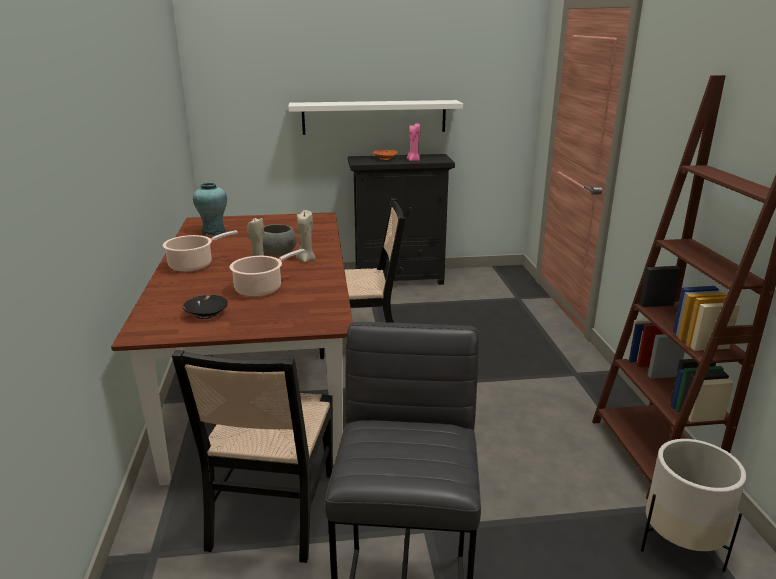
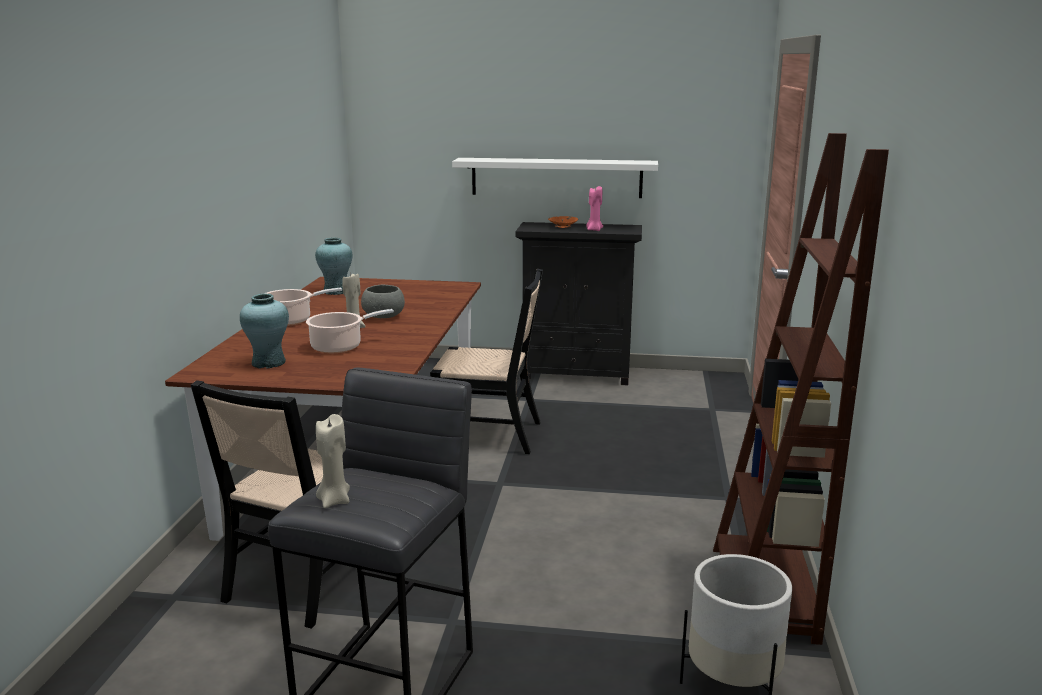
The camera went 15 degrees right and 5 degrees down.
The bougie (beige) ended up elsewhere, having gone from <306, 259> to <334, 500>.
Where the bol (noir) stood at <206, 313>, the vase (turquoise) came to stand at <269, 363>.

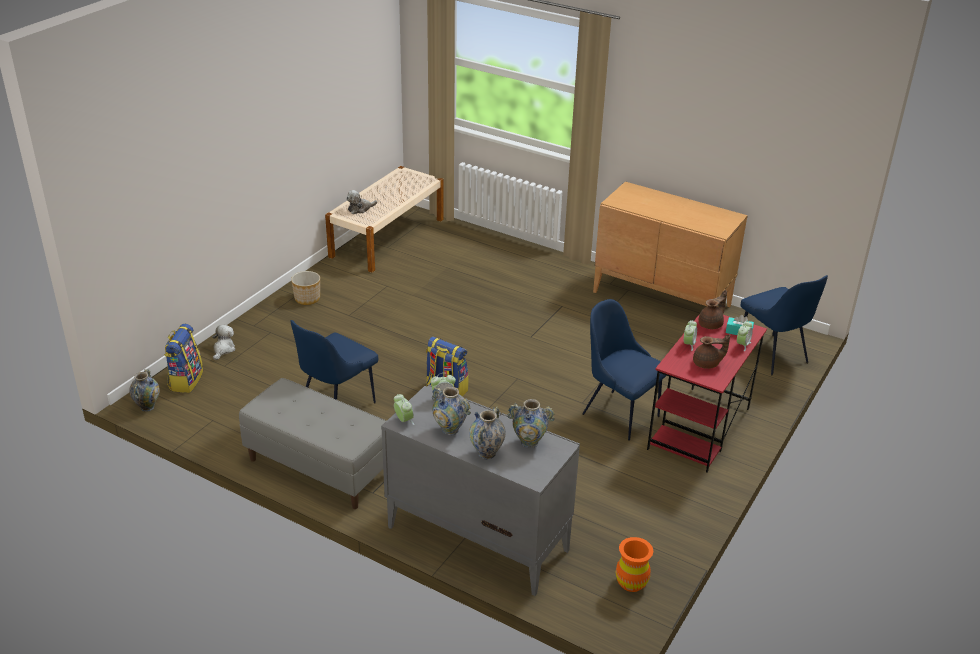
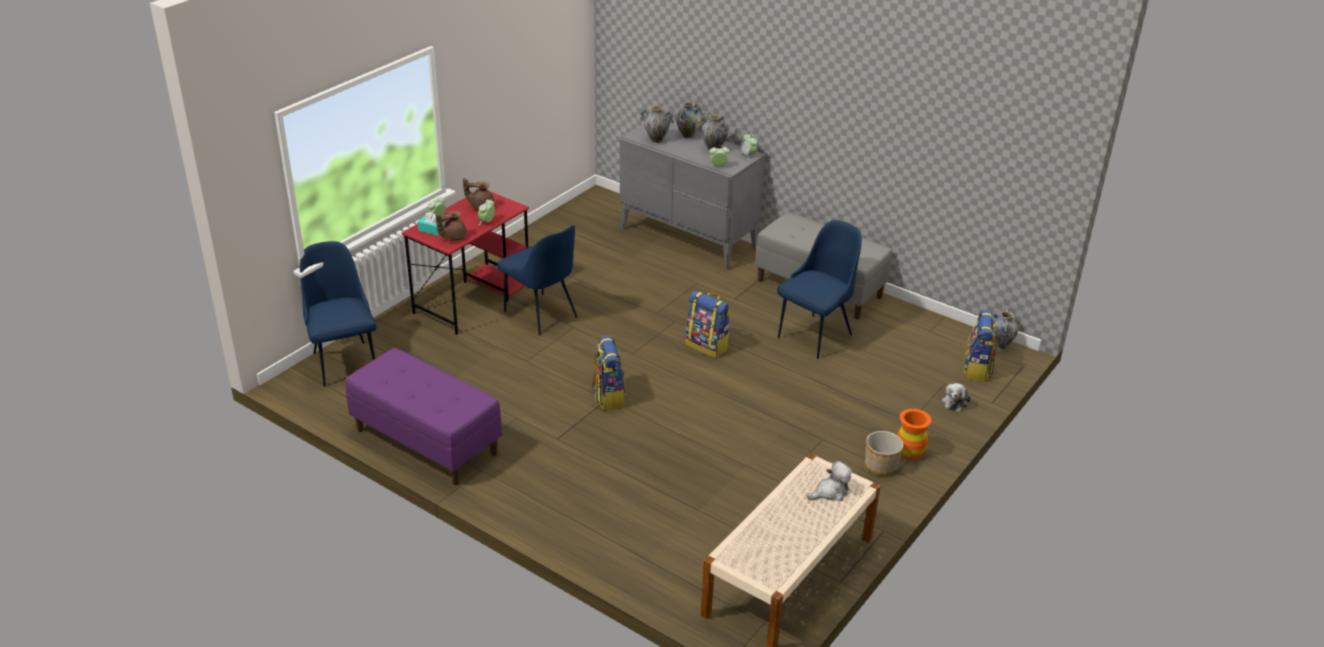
The camera went 175 degrees left and 0 degrees up.
The second view gained the sac à dos at <608, 396>.
The vase (orange) ended up elsewhere, having gone from <631, 582> to <909, 452>.
Where the meuble de rangement (marron) stood at <661, 299>, the banc (violet) came to stand at <425, 442>.

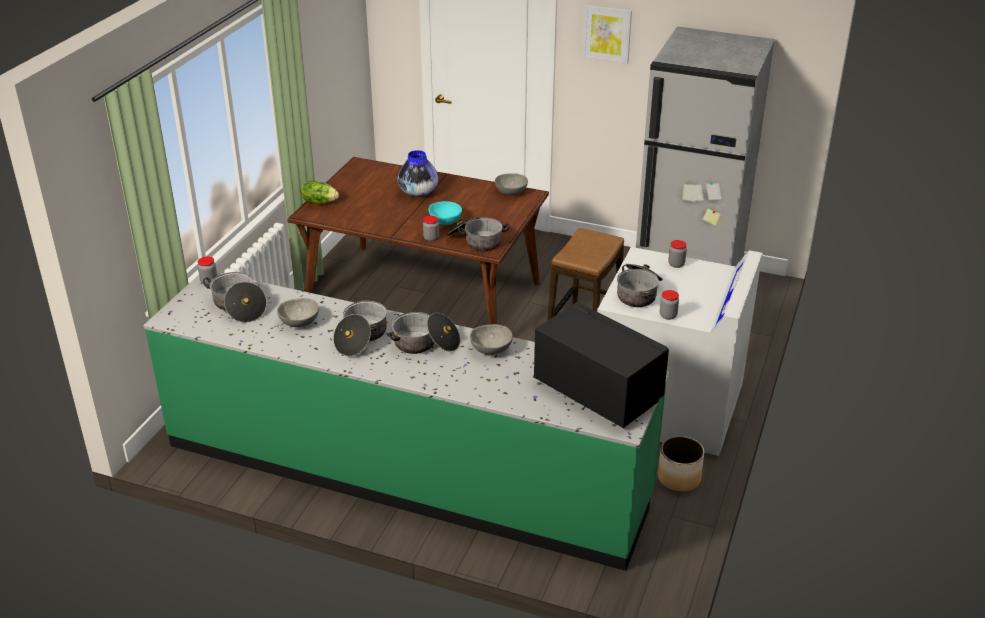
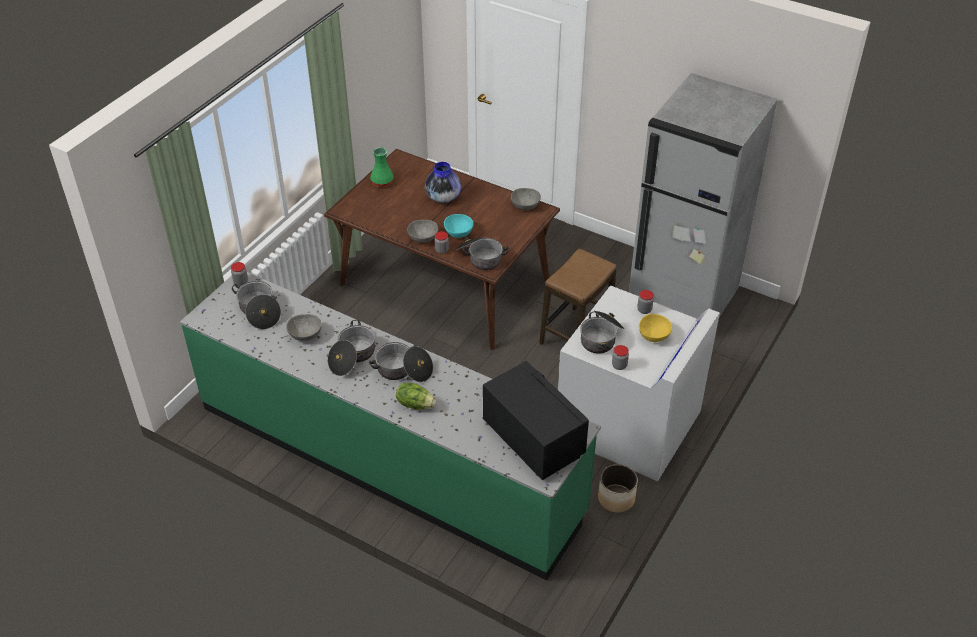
The camera went 10 degrees right and 10 degrees up.
The second view lost the tableau at <607, 33>.
The second view gained the vase (vert) at <382, 182>.
The second view gained the bol (jaune) at <653, 336>.
The laitue ended up elsewhere, having gone from <319, 202> to <415, 404>.
The bol (gris) ended up elsewhere, having gone from <490, 350> to <422, 238>.

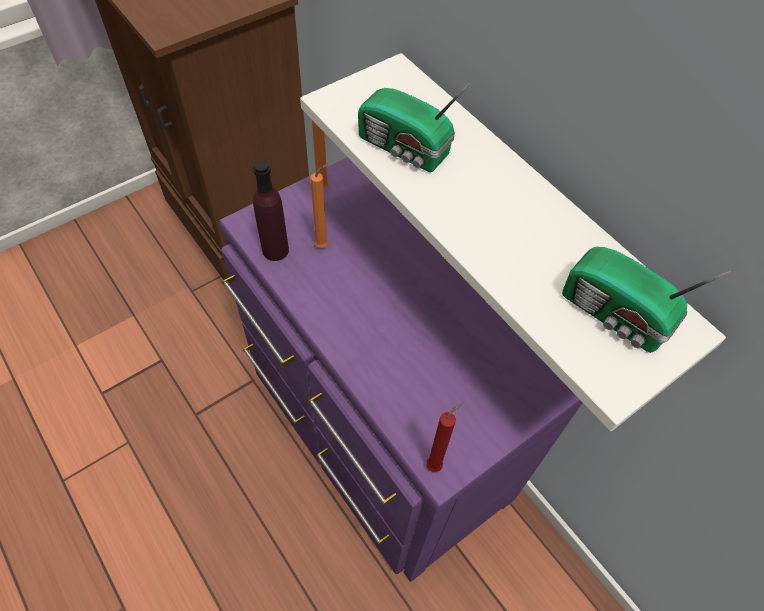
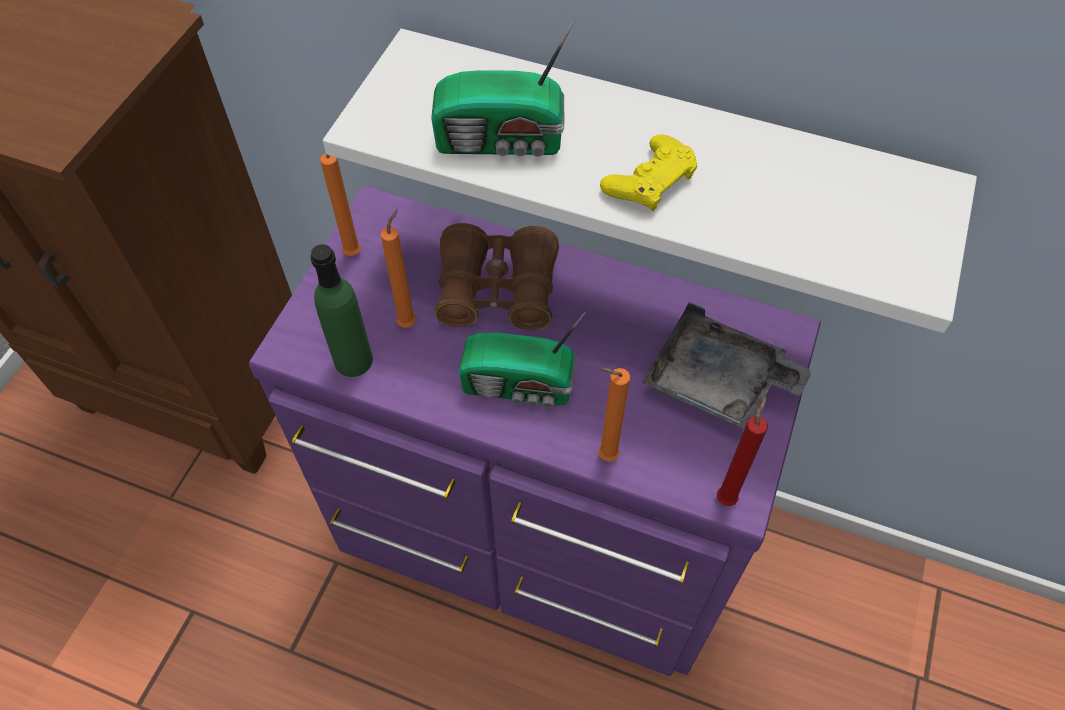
The camera went 30 degrees left and 0 degrees up.
The second view gained the jumelles (marron) at <497, 291>.
The second view gained the bougie (orange) at <604, 456>.
The second view gained the manette (jaune) at <650, 181>.
The second view gained the plateau (gris) at <718, 383>.
The radio ended up elsewhere, having gone from <616, 316> to <520, 386>.
What was the bouteille (violet) at <275, 250> turned into the bouteille (vert) at <353, 360>.

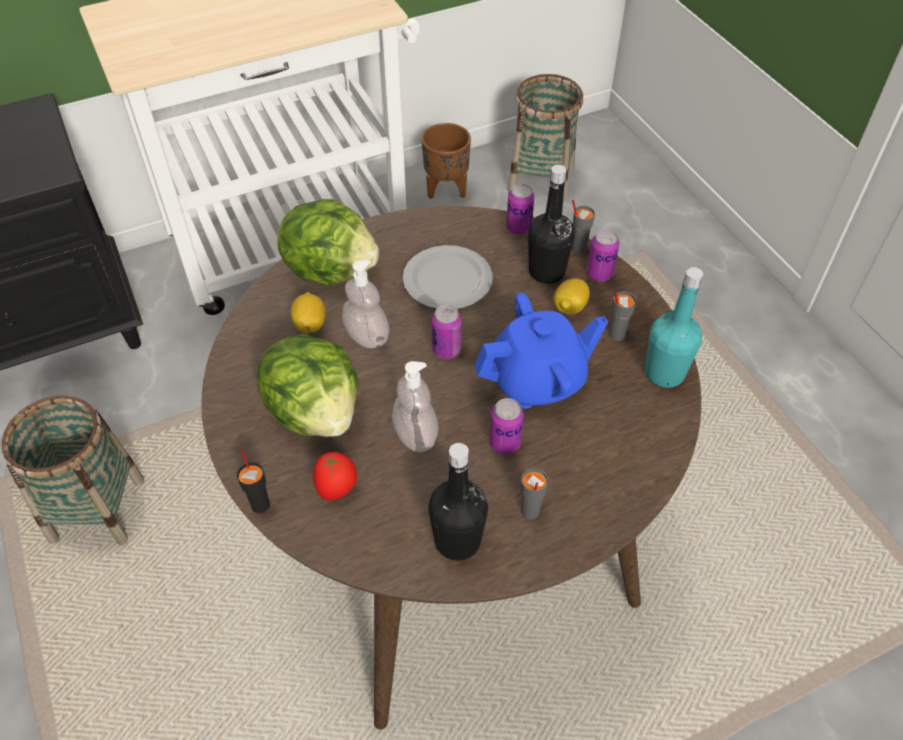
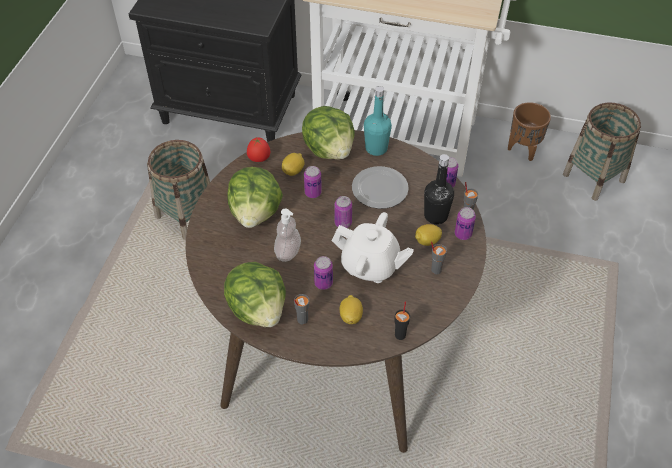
The camera went 40 degrees right and 0 degrees up.
The second view gained the citron at <351, 316>.
The tasse (noir) ended up elsewhere, having gone from <260, 504> to <400, 335>.
The tomate ended up elsewhere, having gone from <337, 489> to <259, 159>.
The bouteille (turquoise) ended up elsewhere, having gone from <664, 373> to <376, 148>.
Where the distributeur de savon stood at <367, 336>, the boîte métallique came to stand at <313, 193>.
Where the bouteille (noir) stood at <457, 541>, the laitue came to stand at <258, 309>.
What was the théière (bleu) at <538, 381> turned into the théière (blanc) at <370, 265>.

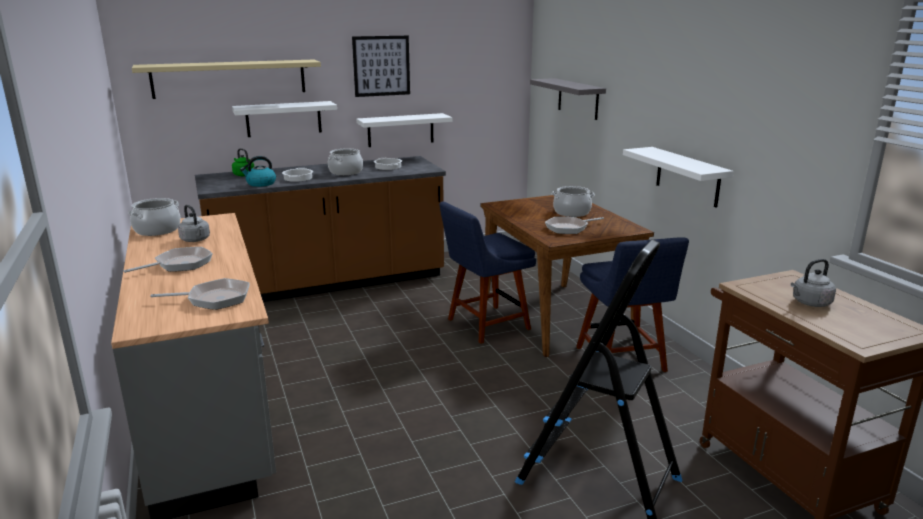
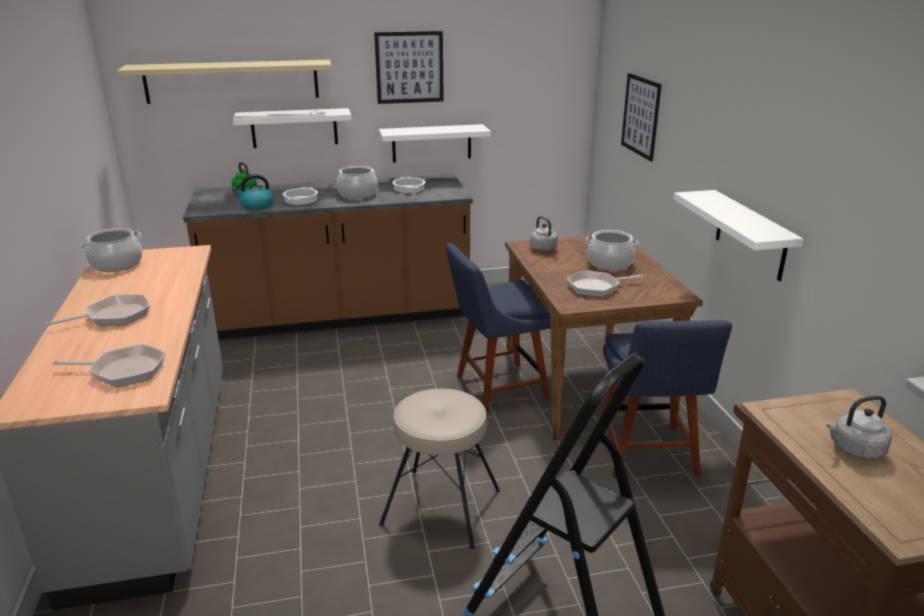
The camera went 10 degrees right and 5 degrees up.
The second view gained the tabouret (beige) at <441, 506>.
The bouilloire (gris) ended up elsewhere, having gone from <196, 240> to <544, 249>.
Where the étagère (gris) hung at <578, 98>, the tableau came to hang at <640, 116>.

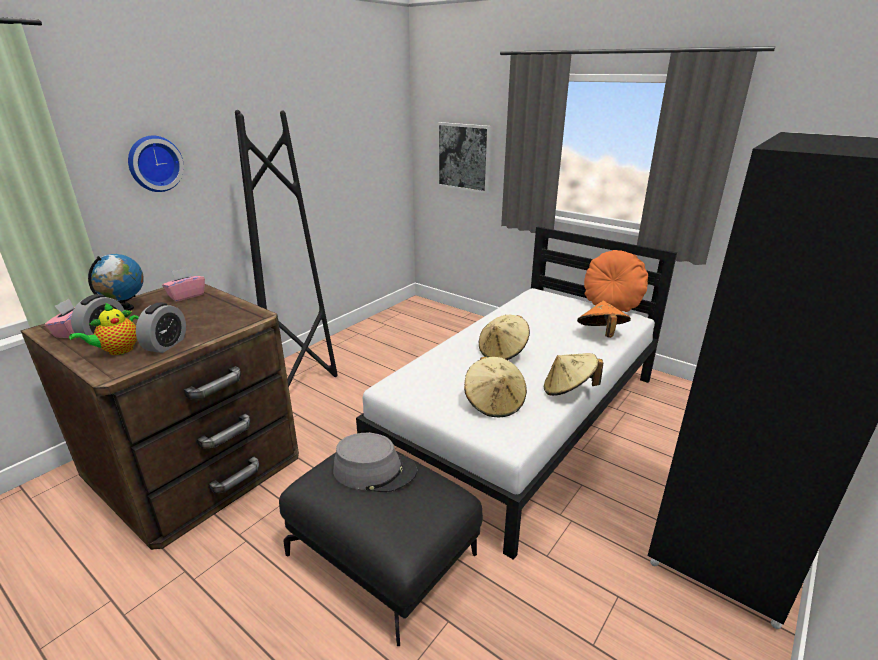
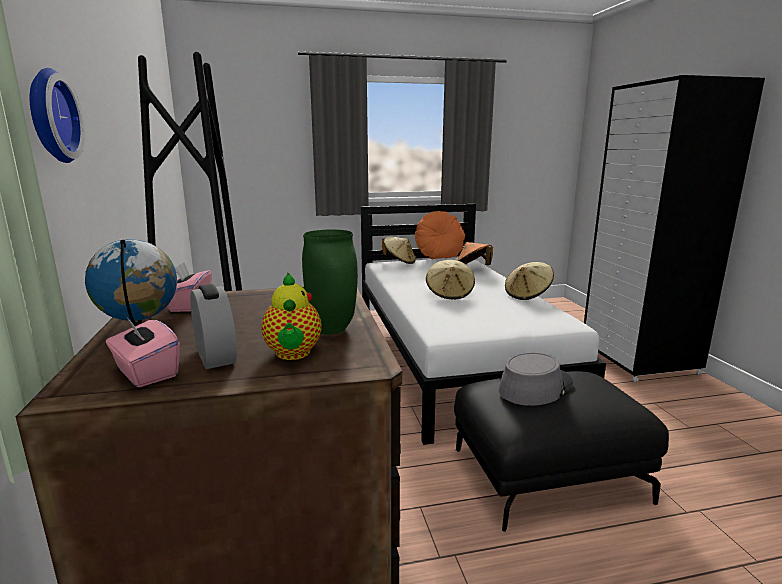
The camera went 50 degrees left and 10 degrees down.
The second view lost the tableau at <464, 157>.
The chapeau (beige) ended up elsewhere, having gone from <494, 403> to <399, 261>.
Where the réveil stood at <166, 345>, the vase (vert) came to stand at <330, 330>.

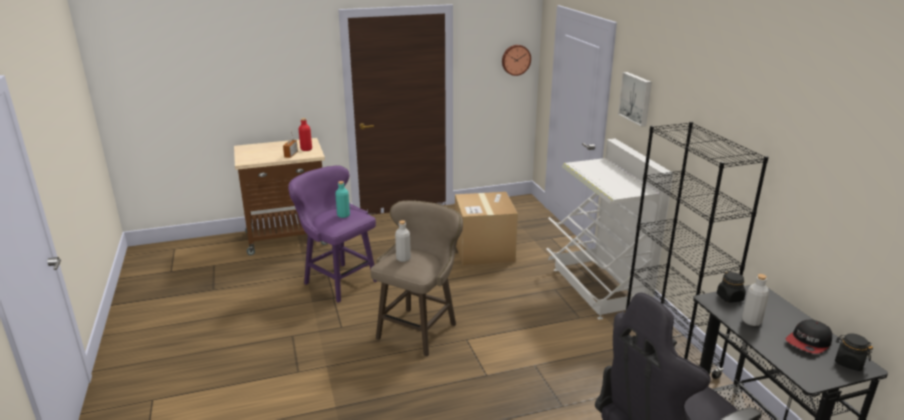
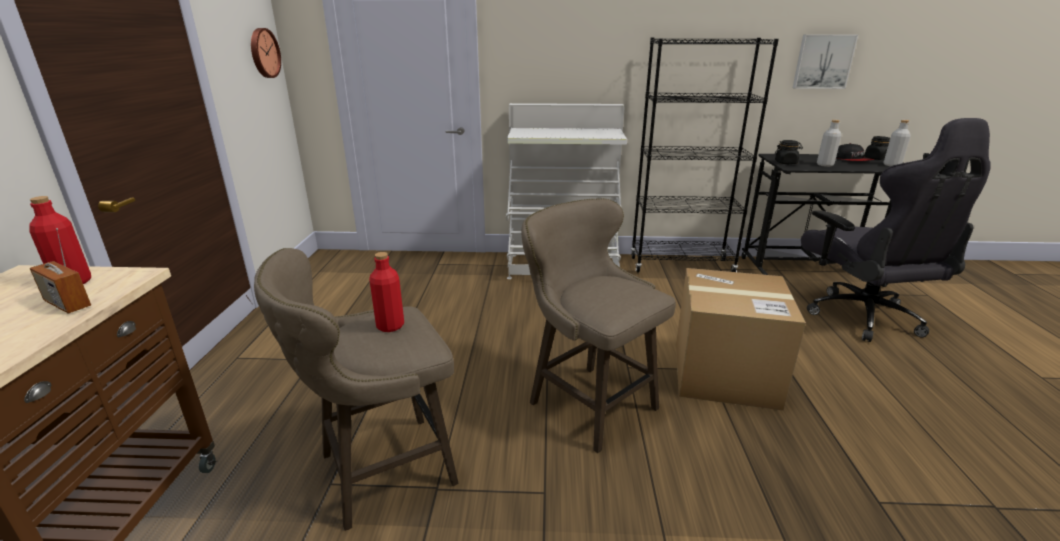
The camera went 70 degrees left and 0 degrees up.
The bouteille (gris) ended up elsewhere, having gone from <403, 258> to <892, 165>.
The carton ended up elsewhere, having gone from <484, 251> to <724, 374>.
The tableau ended up elsewhere, having gone from <636, 98> to <823, 61>.
What was the tabouret (violet) at <338, 281> turned into the tabouret (beige) at <380, 471>.
What was the bouteille (turquoise) at <343, 215> turned into the bouteille (rouge) at <390, 326>.

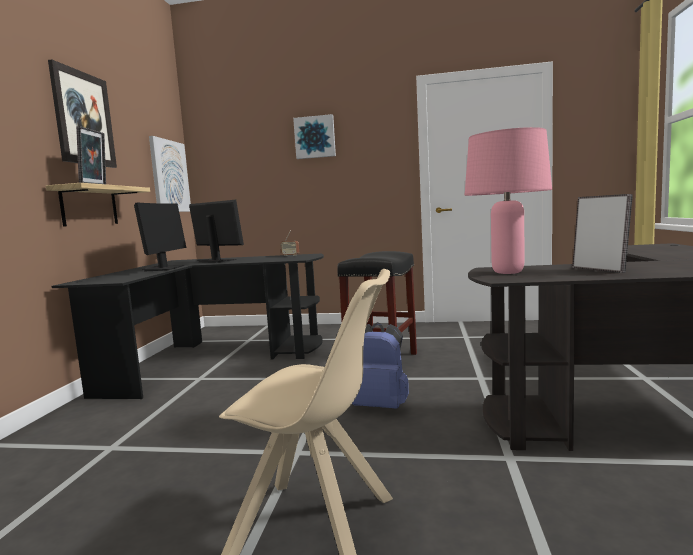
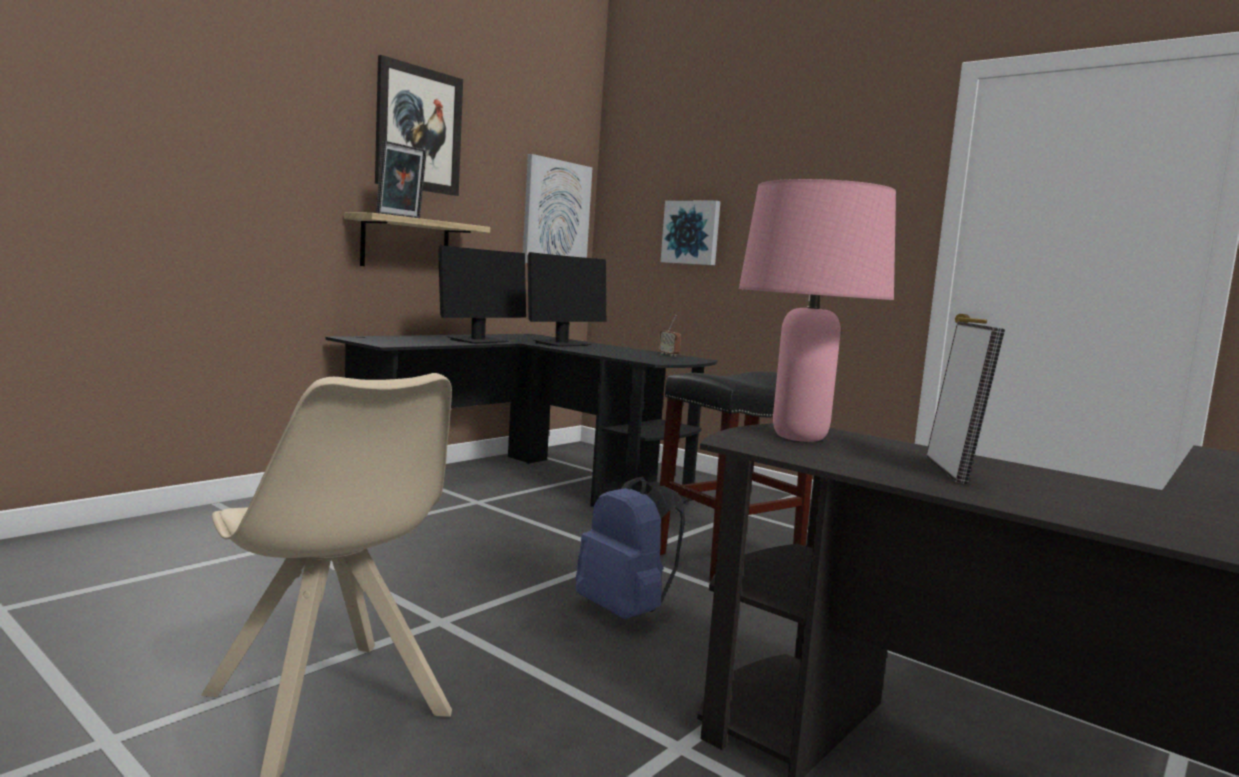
The camera went 30 degrees right and 0 degrees up.
The tableau ended up elsewhere, having gone from <315, 137> to <691, 232>.
The écran d'ordinateur at <216, 261> ended up facing another way, 60 degrees clockwise from before.

